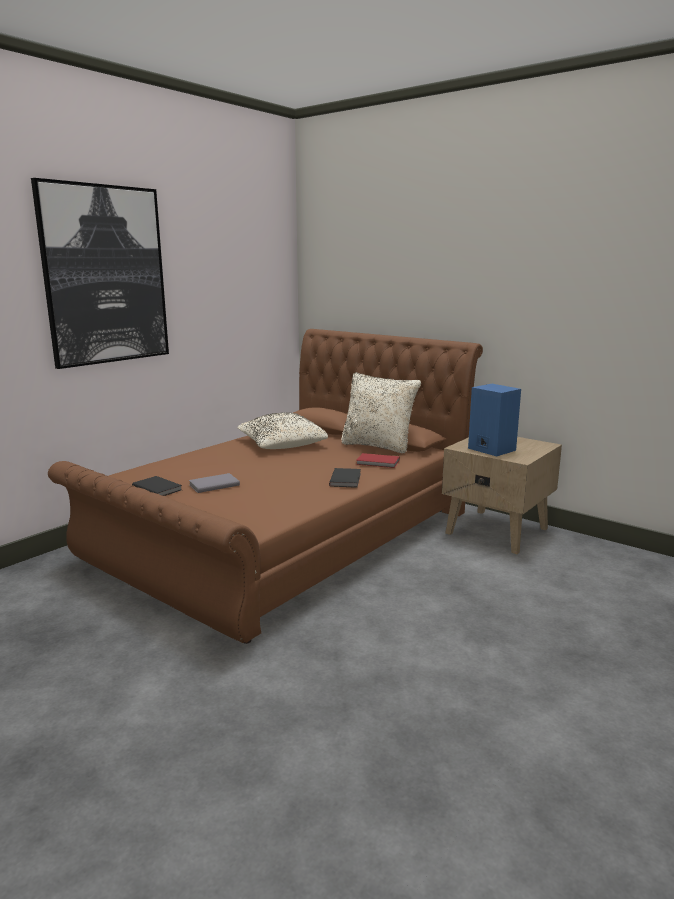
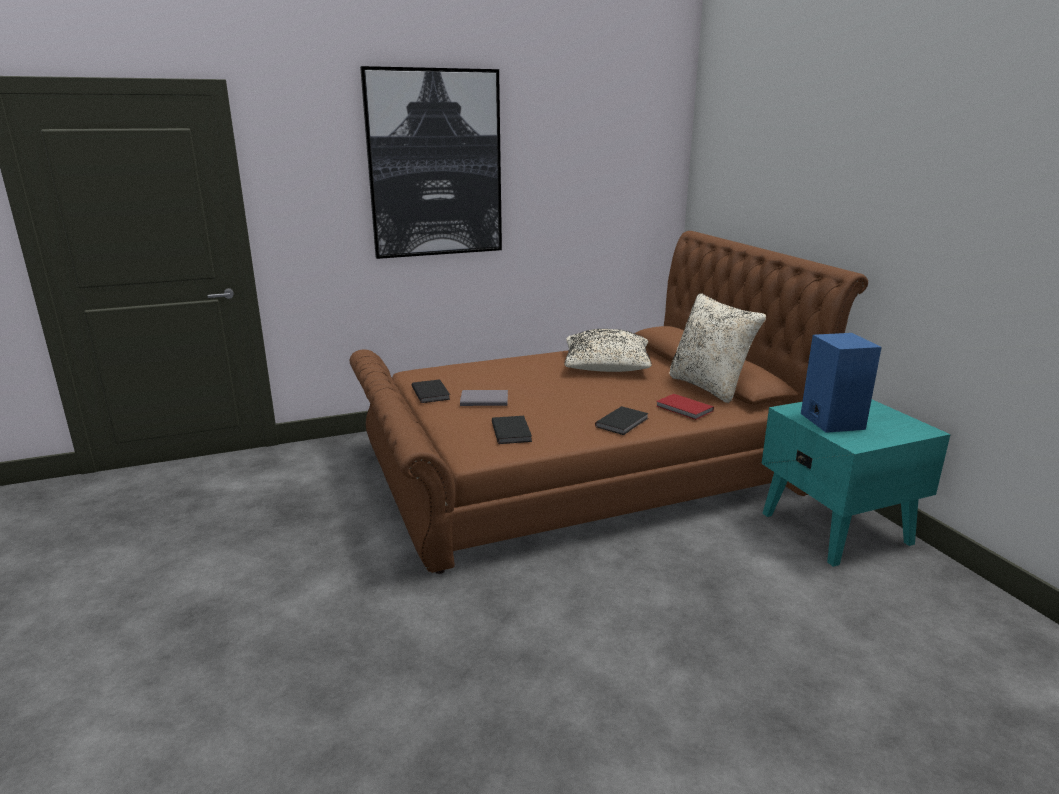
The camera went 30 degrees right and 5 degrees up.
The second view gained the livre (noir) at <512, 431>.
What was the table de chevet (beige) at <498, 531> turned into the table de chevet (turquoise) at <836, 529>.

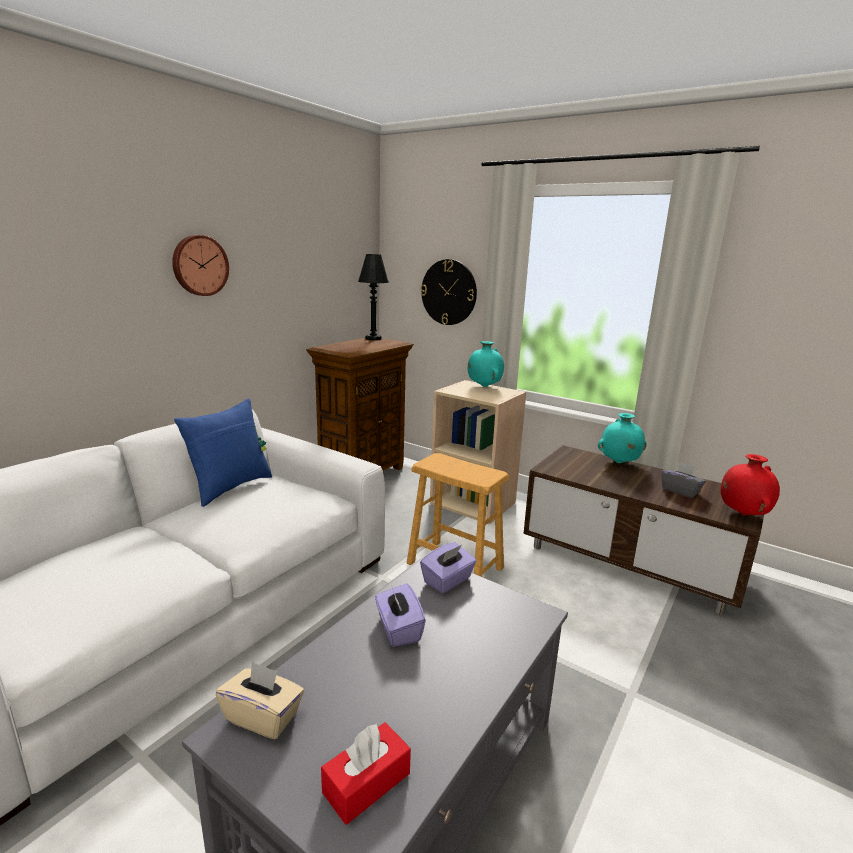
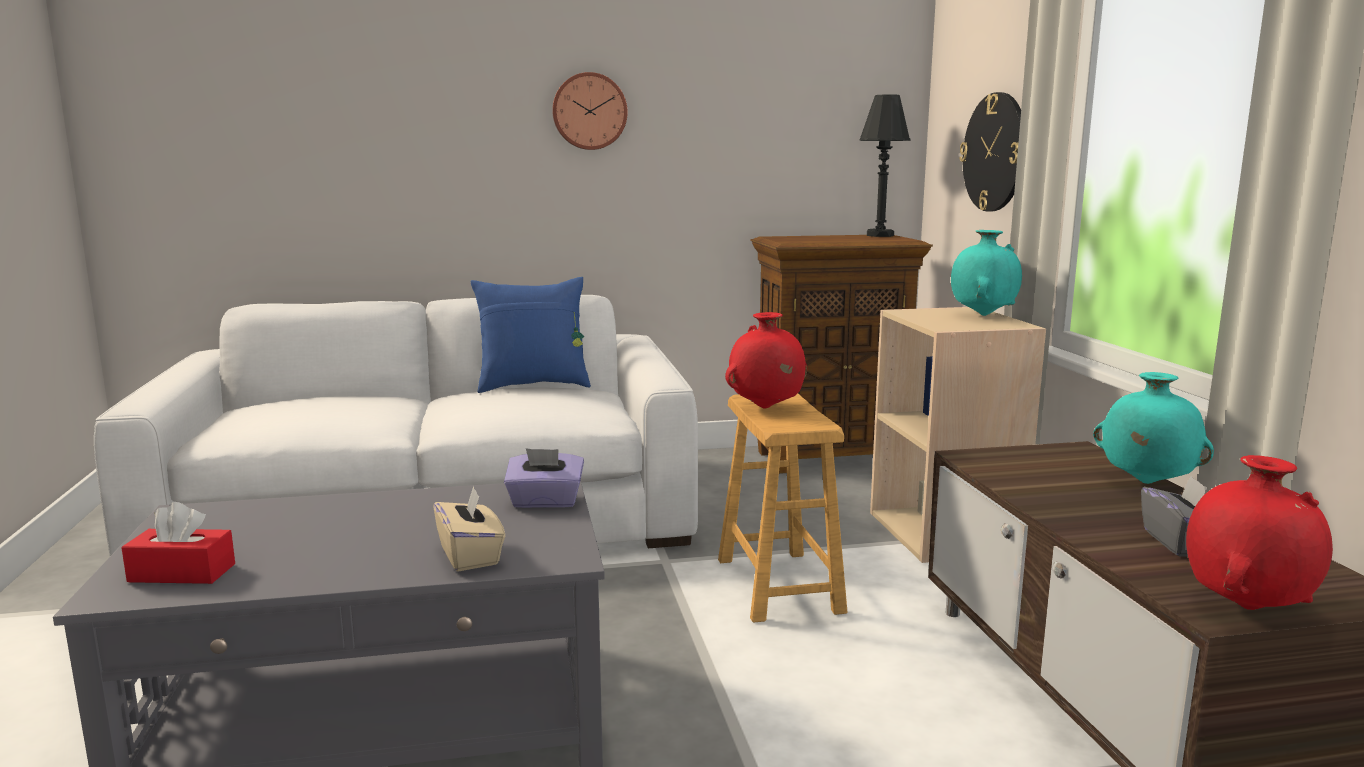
The camera went 45 degrees right and 5 degrees down.
The second view lost the boîte à mouchoirs (violet) at <398, 629>.
The second view gained the vase (rouge) at <765, 408>.
The boîte à mouchoirs (beige) ended up elsewhere, having gone from <263, 716> to <471, 555>.

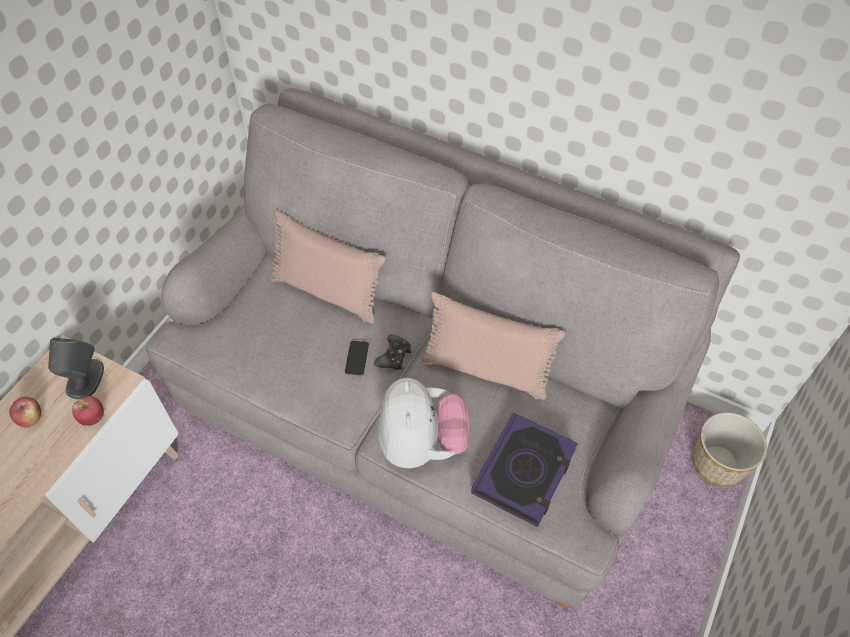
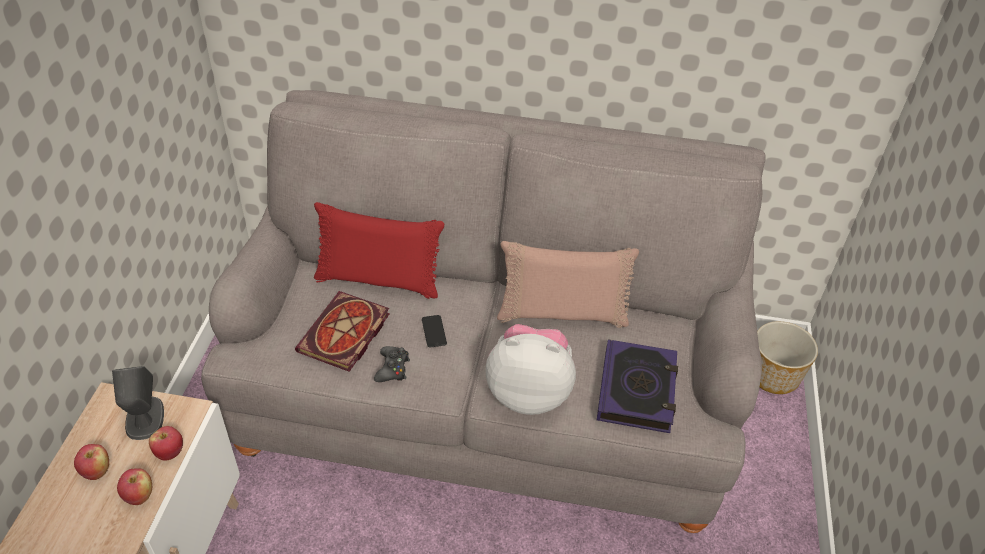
The camera went 20 degrees left and 10 degrees down.
The second view gained the pomme at <139, 496>.
The second view gained the livre at <344, 335>.
The manette (noir) ended up elsewhere, having gone from <394, 356> to <392, 368>.
What was the coussin (beige) at <328, 291> turned into the coussin (rouge) at <379, 280>.
The peluche at <421, 443> ended up facing another way, 60 degrees counterclockwise from before.

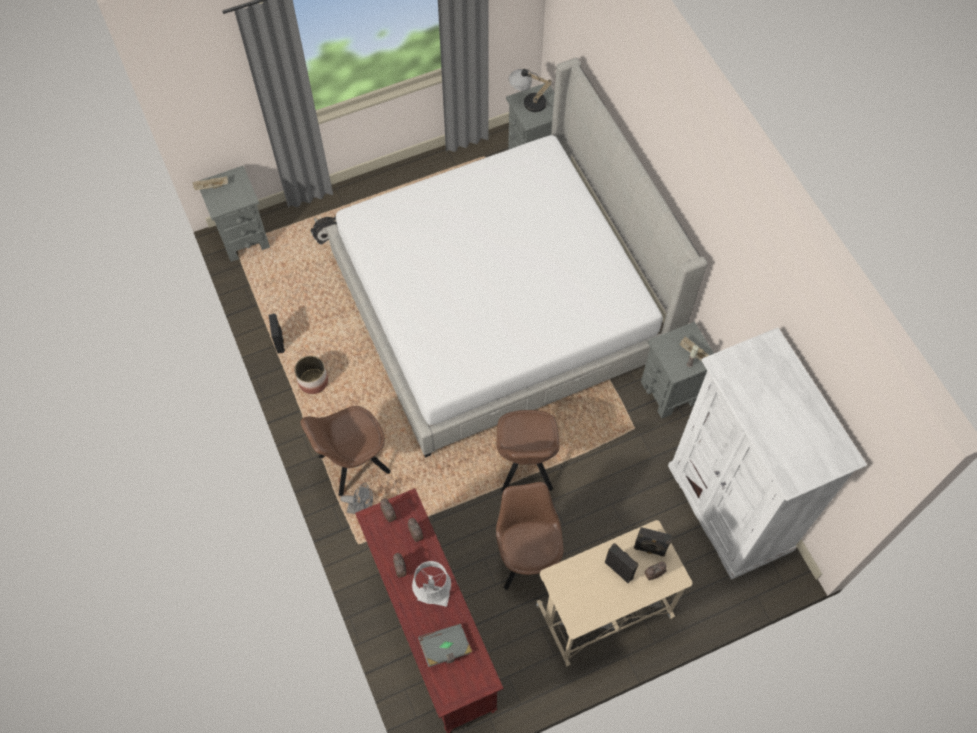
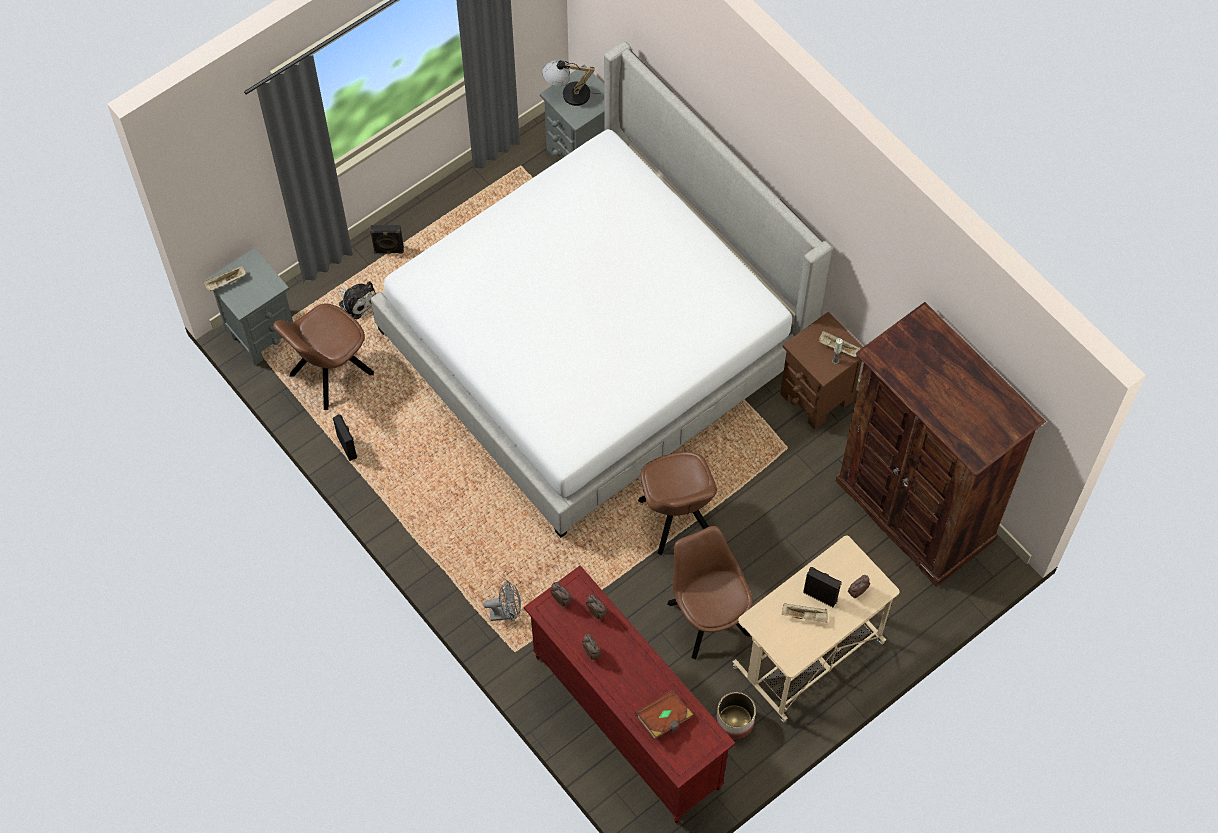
The camera went 15 degrees left and 0 degrees up.
The second view lost the lampe de table (gris) at <433, 597>.
The second view gained the plateau (beige) at <805, 616>.
The cache-pot ended up elsewhere, having gone from <313, 381> to <734, 721>.
The chaise (marron) ended up elsewhere, having gone from <353, 463> to <330, 374>.
The enceinte (noir) ended up elsewhere, having gone from <649, 549> to <389, 251>.
What was the livre (gris) at <445, 648> turned into the livre (marron) at <664, 719>.
What was the table de chevet (gris) at <670, 393> turned into the table de chevet (marron) at <816, 398>.
What was the armoire (blanc) at <729, 508> turned into the armoire (marron) at <914, 510>.

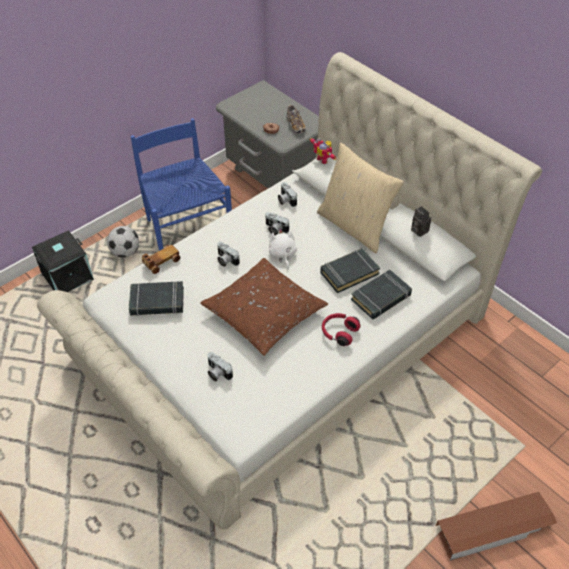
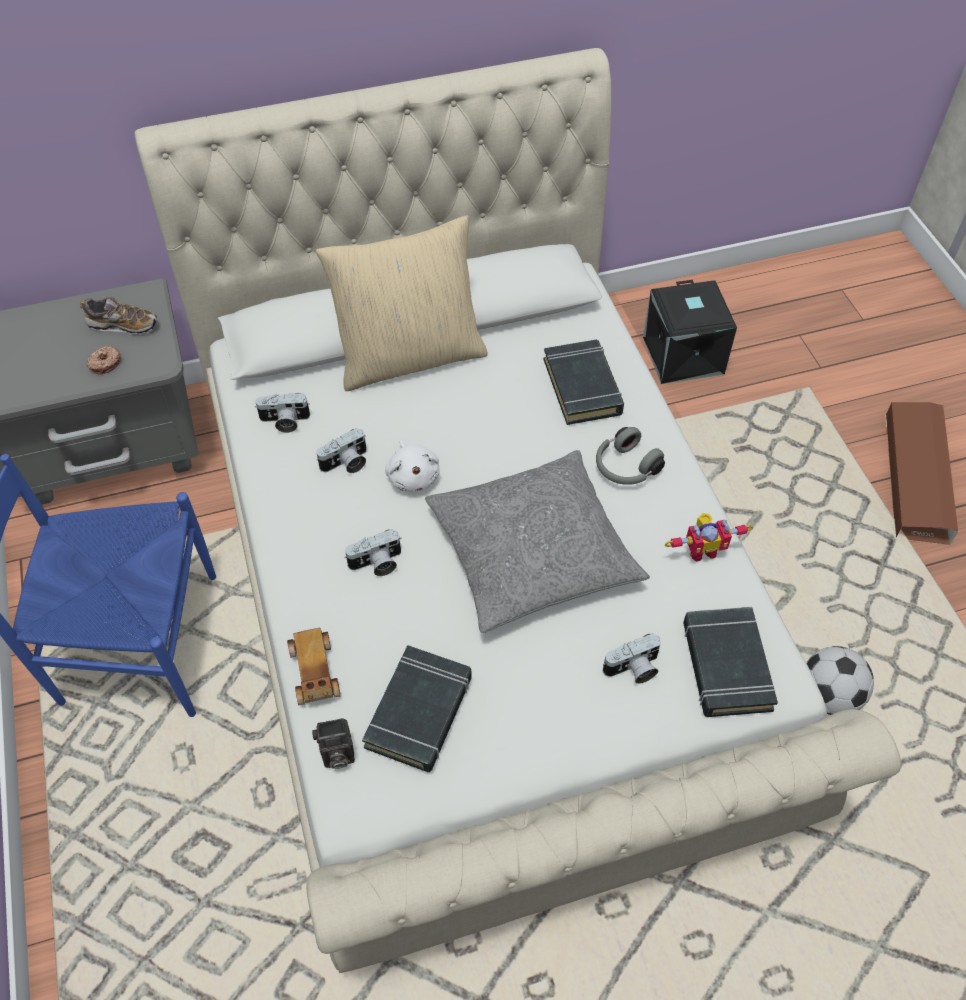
The camera went 65 degrees left and 5 degrees up.
The boîte de rangement (noir) ended up elsewhere, having gone from <67, 276> to <681, 355>.
The ballon de foot ended up elsewhere, having gone from <125, 252> to <828, 696>.
The robot jouet ended up elsewhere, having gone from <324, 159> to <701, 549>.
The livre (noir) ended up elsewhere, having gone from <349, 273> to <726, 665>.
The appareil photo ended up elsewhere, having gone from <418, 230> to <336, 755>.
What was the coussin (marron) at <264, 312> turned into the coussin (gris) at <532, 552>.
What was the casque audio (rouge) at <339, 332> turned into the casque audio (gris) at <625, 467>.
The peluche (blanc) at <282, 254> ended up facing another way, 120 degrees counterclockwise from before.

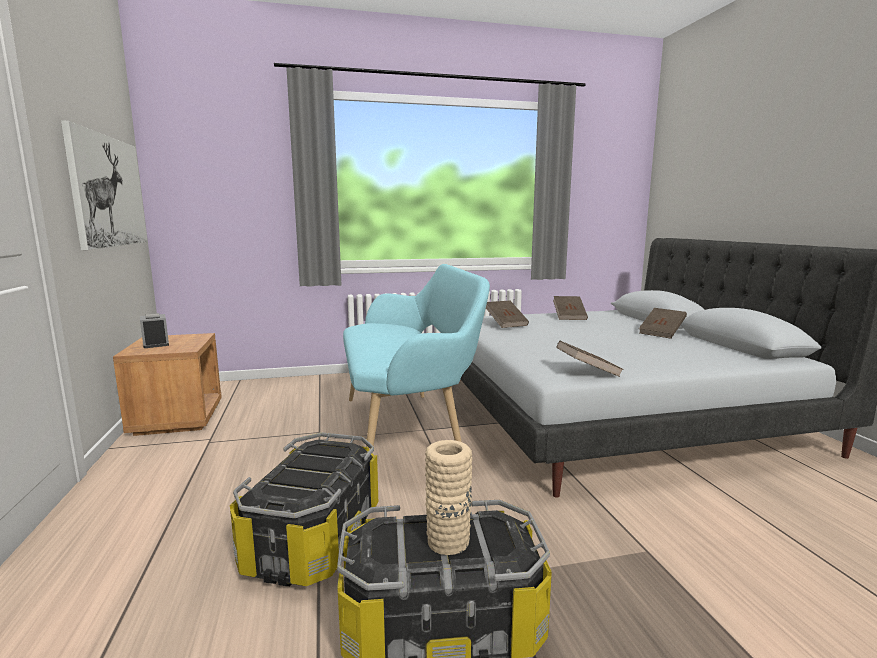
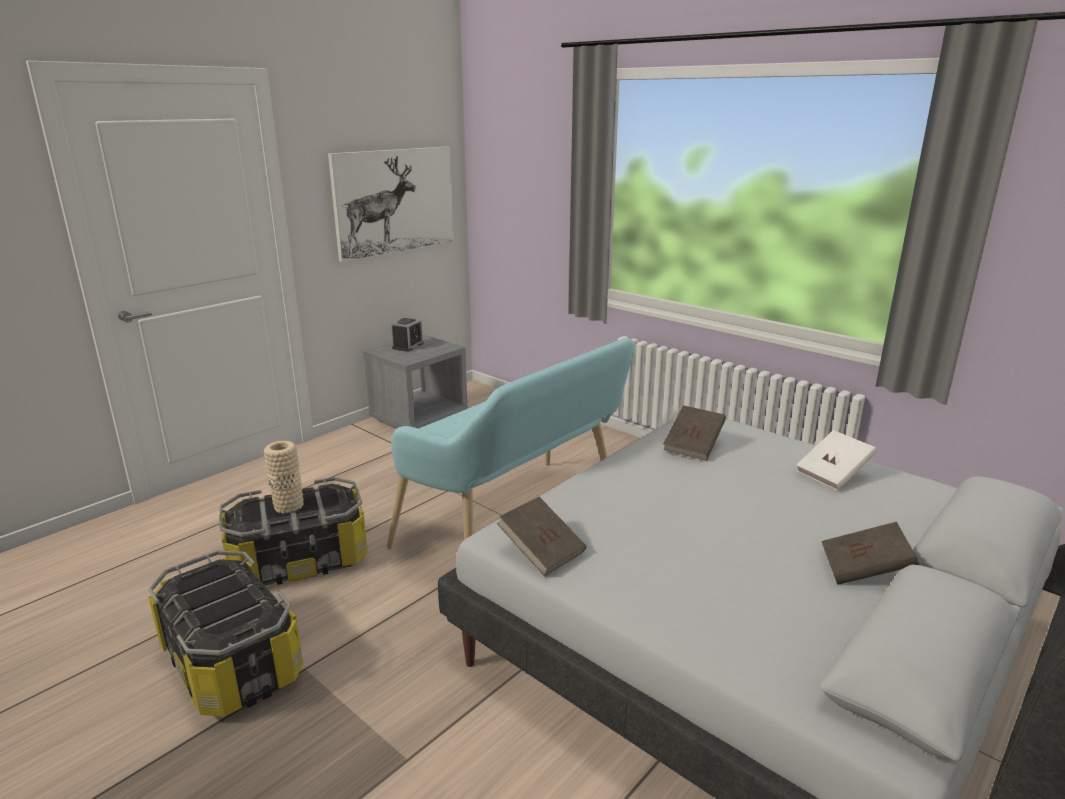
The camera went 55 degrees right and 10 degrees up.
The vase (beige) ended up elsewhere, having gone from <448, 541> to <288, 506>.
What was the table de chevet (marron) at <177, 419> turned into the table de chevet (gris) at <419, 418>.
What was the livre (marron) at <569, 317> turned into the livre (blanc) at <833, 474>.

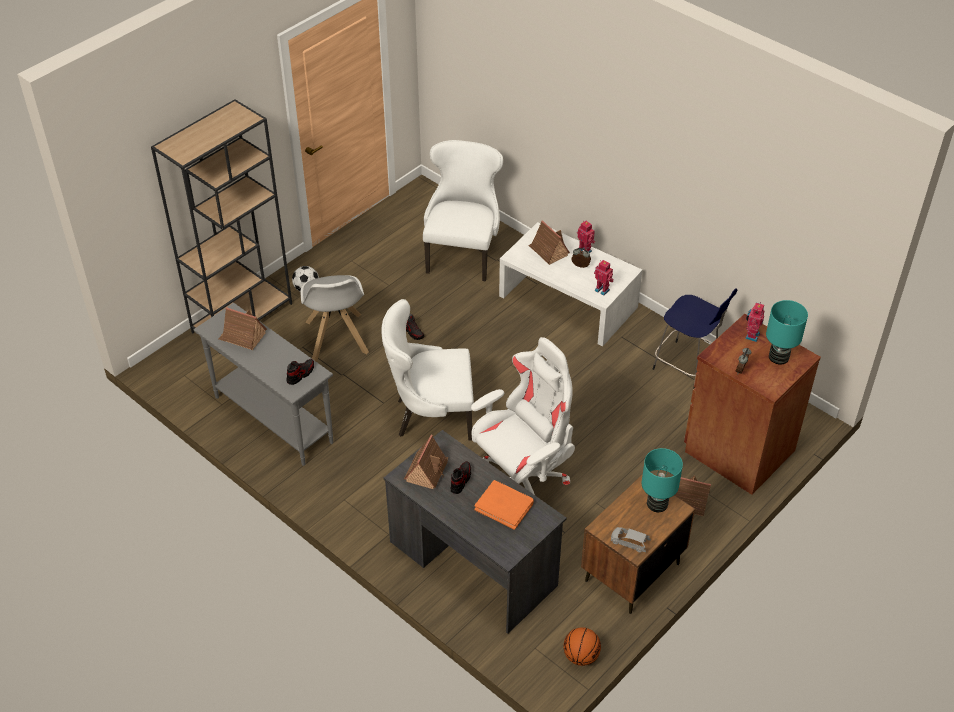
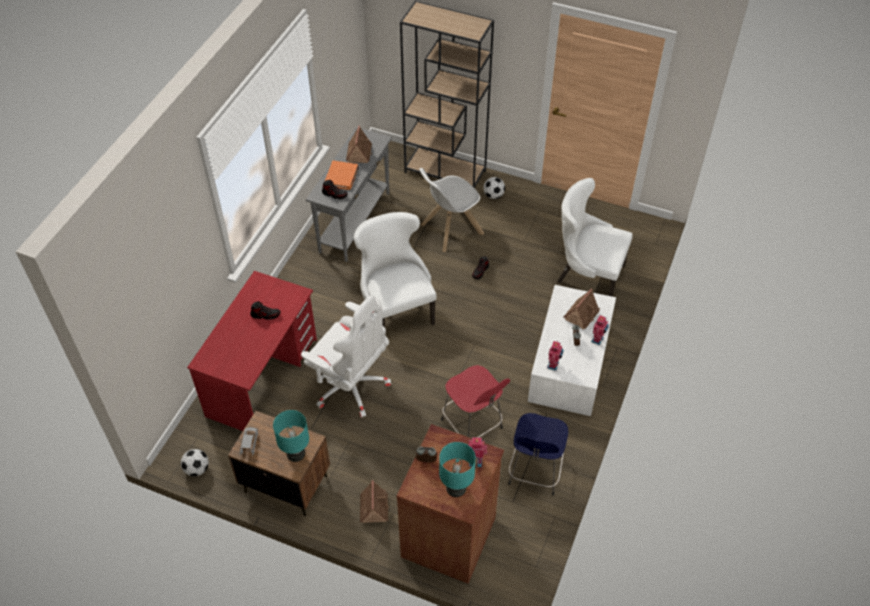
The camera went 70 degrees right and 5 degrees up.
The second view lost the maison miniature at <427, 470>.
The second view gained the tabouret (rouge) at <473, 425>.
The livre (orange) ended up elsewhere, having gone from <504, 506> to <342, 177>.
Where the ballon de basket stood at <581, 656>, the ballon de foot came to stand at <197, 469>.
What was the bureau (gris) at <473, 563> turned into the bureau (rouge) at <263, 377>.
The chaise (blanc) at <463, 254> ended up facing another way, 150 degrees counterclockwise from before.

